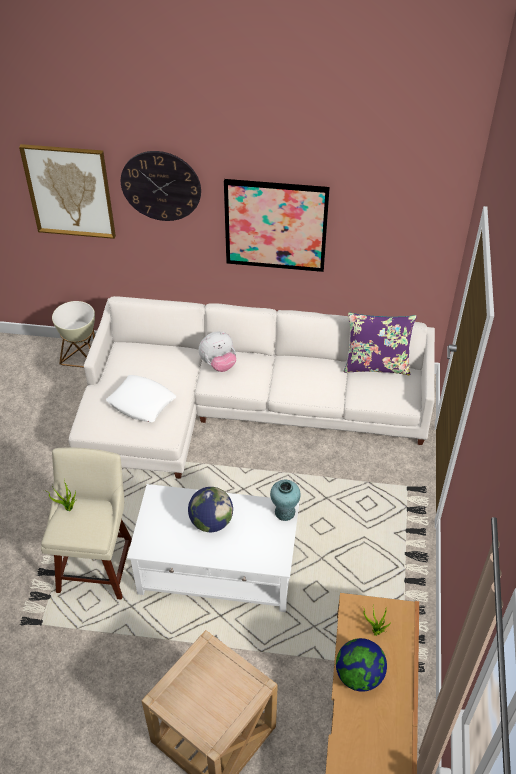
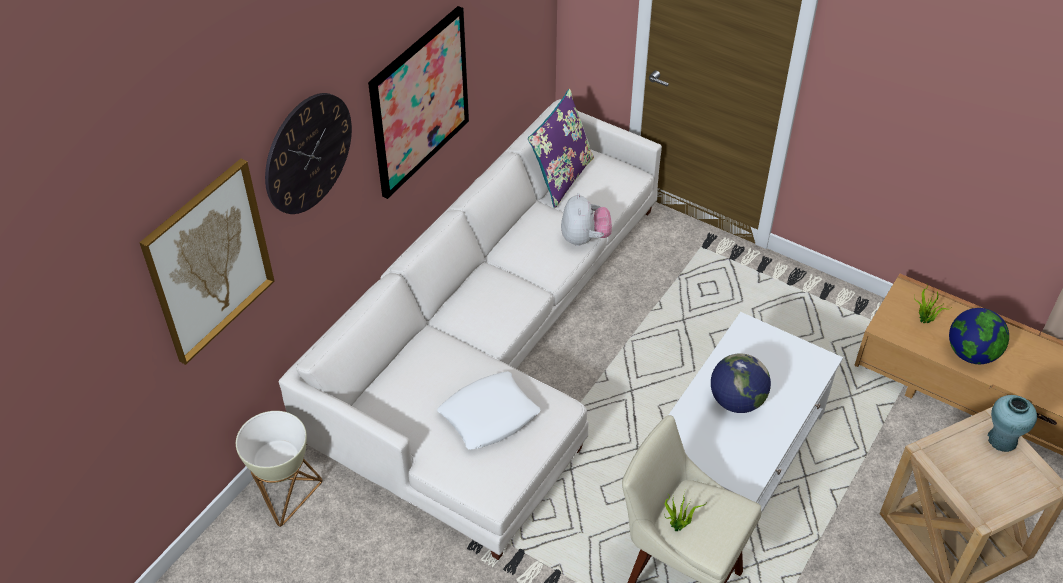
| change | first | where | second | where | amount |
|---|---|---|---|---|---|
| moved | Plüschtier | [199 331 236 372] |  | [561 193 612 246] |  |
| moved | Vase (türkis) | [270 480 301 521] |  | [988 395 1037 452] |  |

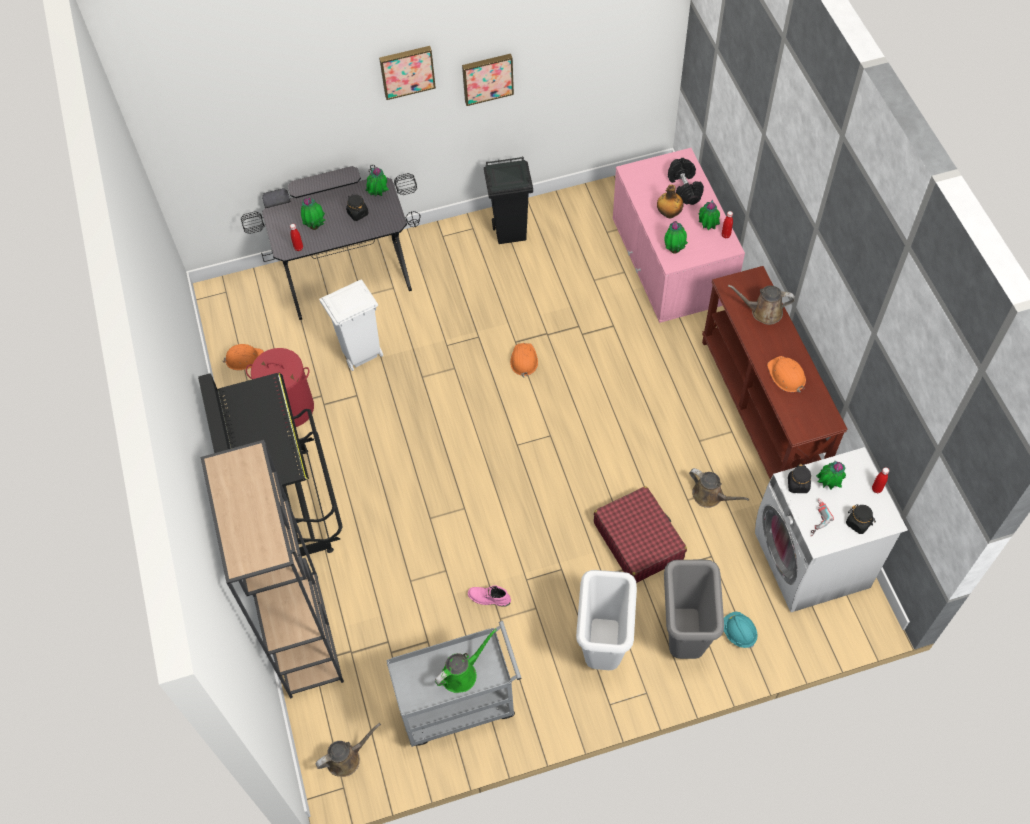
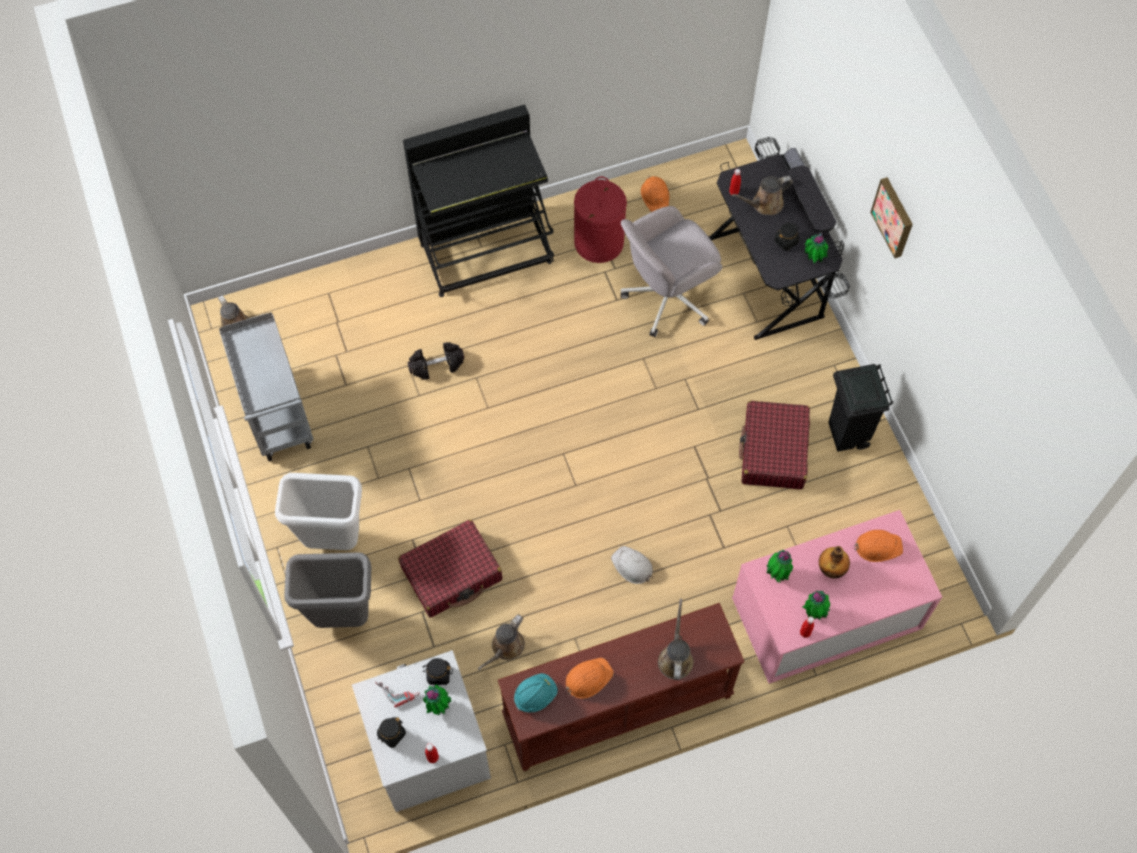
| change | first | where | second | where | amount |
|---|---|---|---|---|---|
| removed | Bücherregal | [201 440 344 698] |  |  |  |
| removed | Gießkanne (grün) | [435 629 497 693] |  |  |  |
| removed | Bild | [462 54 514 106] |  |  |  |
| removed | Stiefel (rosa) | [468 585 511 607] |  |  |  |
| added |  |  | Schutzhelm (weiß) | [611 546 653 584] |  |
| added |  |  | Koffer (rot) | [739 401 810 489] |  |
| moved | Schutzhelm (orange) | [510 343 538 378] |  | [854 530 903 562] |  |
| moved | Hantel (schwarz) | [668 158 704 205] |  | [407 342 465 380] |  |
| moved | Schutzhelm (türkis) | [724 612 758 648] |  | [514 673 558 713] |  |
| replaced | Topfpflanze | [301 197 325 230] | Gießkanne (braun) | [732 176 793 215] |  |
| replaced | Mülleimer (weiß) | [319 280 383 371] | Bürostuhl (grau) | [621 206 722 337] |  |

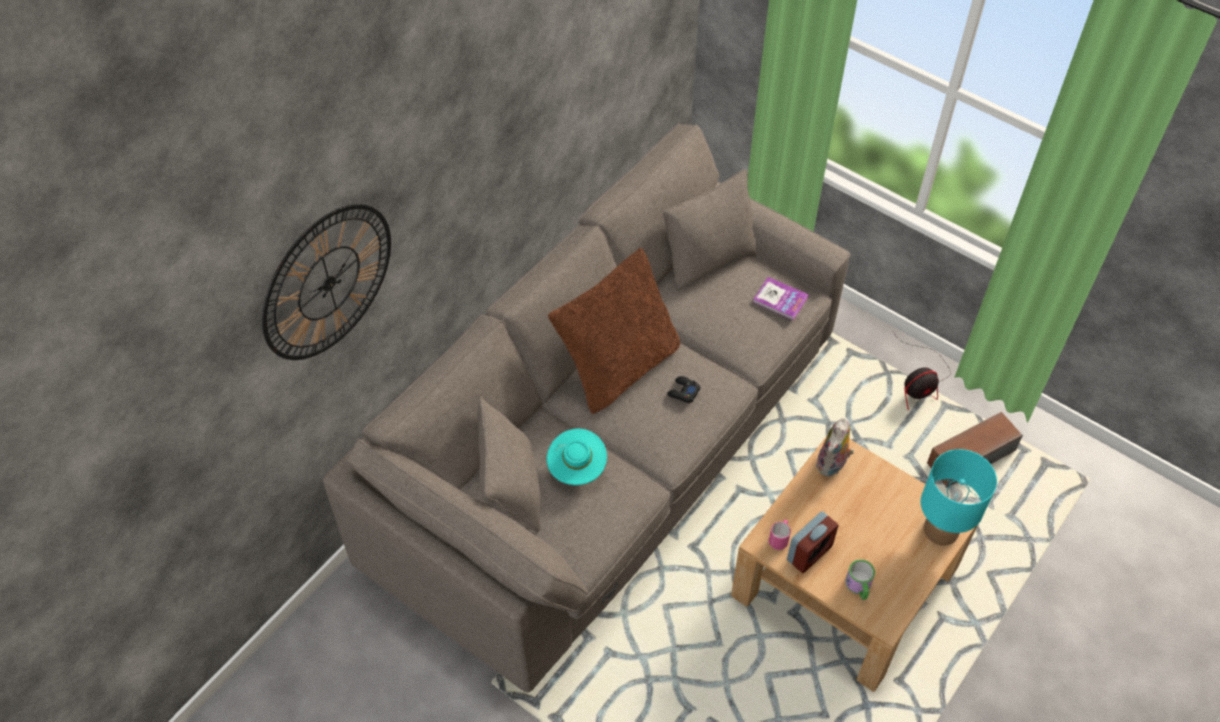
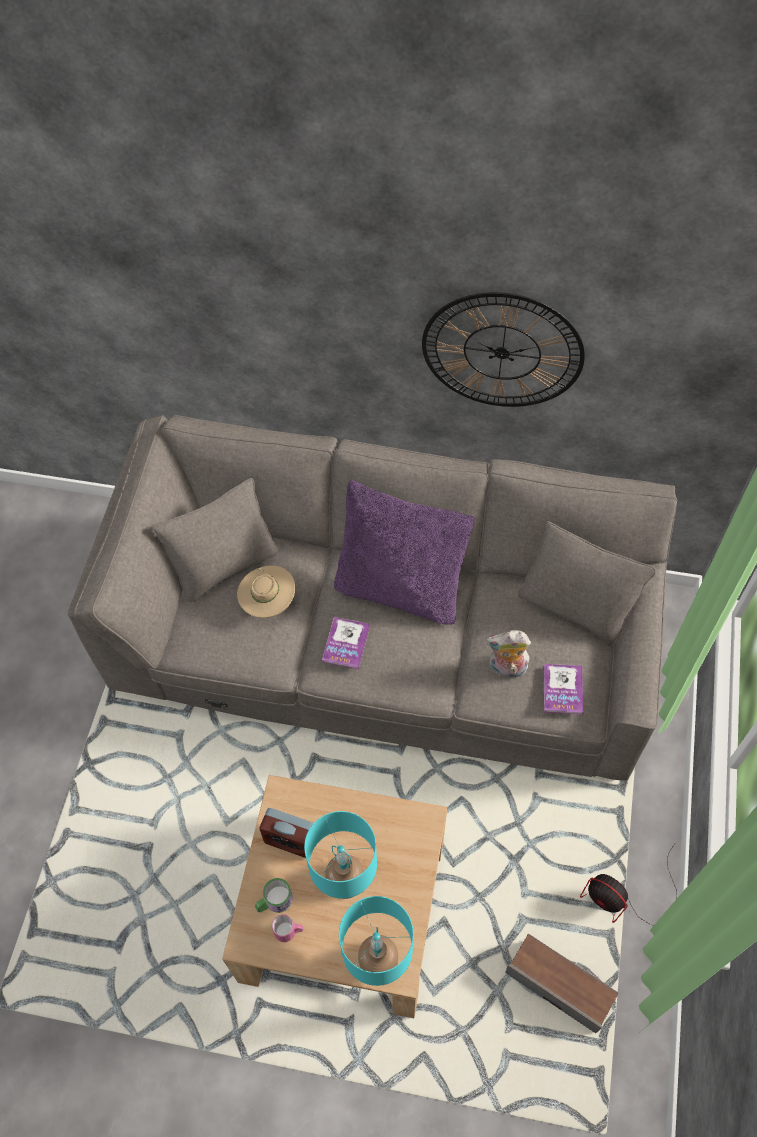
| change | first | where | second | where | amount |
|---|---|---|---|---|---|
| removed | Gamepad (schwarz) | [667 376 700 403] |  |  |  |
| added |  |  | Tischlampe (türkis) | [304 811 377 899] |  |
| added |  |  | Buch | [322 617 370 670] |  |
| moved | Wanduhr | [262 204 391 360] |  | [422 292 585 407] |  |
| moved | Henkelbecher (rosa) | [769 520 791 550] |  | [272 914 303 942] |  |
| moved | Plüschtier | [816 418 854 477] |  | [486 630 531 678] |  |
| recoloured | Hut (türkis) | [547 429 607 485] | Hut (beige) | [237 565 295 618] |  |
| recoloured | Kissen (braun) | [548 248 680 414] | Kissen (lila) | [334 480 475 624] |  |

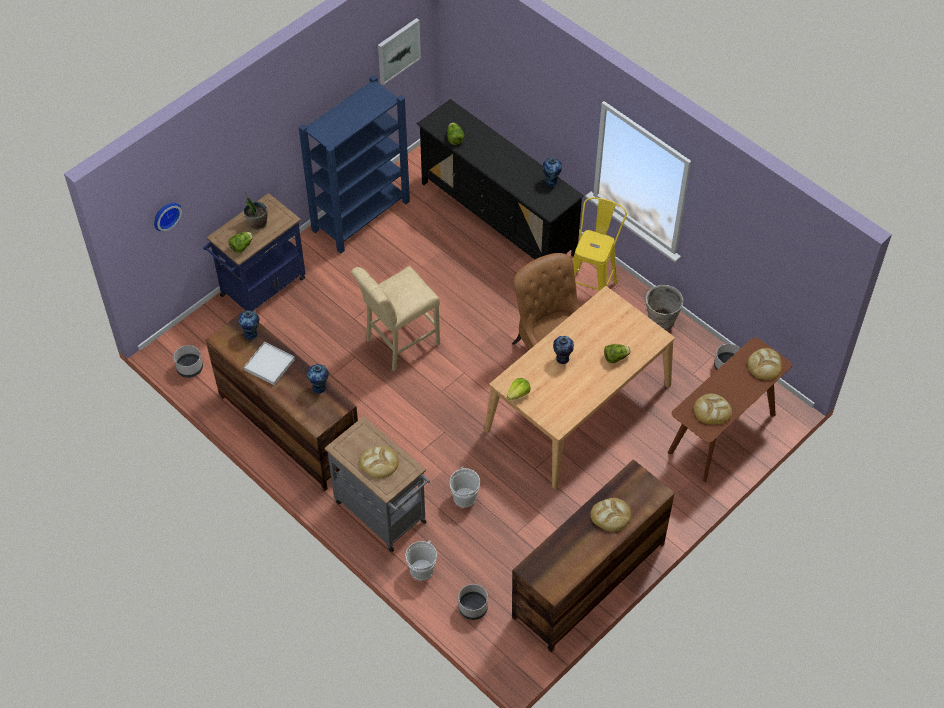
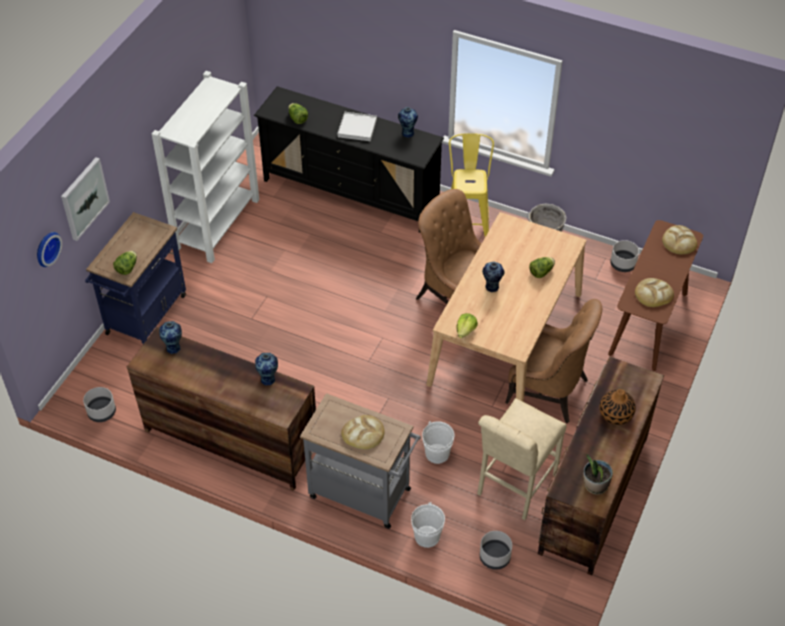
| change | first | where | second | where | amount |
|---|---|---|---|---|---|
| added |  |  | Stuhl (braun) | [505 299 602 423] |  |
| moved | Topfpflanze | [244 191 267 230] |  | [583 454 613 495] |  |
| moved | Tablett (weiß) | [244 342 295 385] |  | [338 112 377 141] |  |
| moved | Hocker (beige) | [351 266 440 372] |  | [477 398 567 520] |  |
| moved | Bild | [378 18 421 85] |  | [61 157 110 241] |  |
| replaced | Brot | [590 498 631 532] | Vase | [599 389 636 425] |  |
| recoloured | Bücherregal (blau) | [299 75 410 254] | Bücherregal (weiß) | [152 71 259 263] |  |

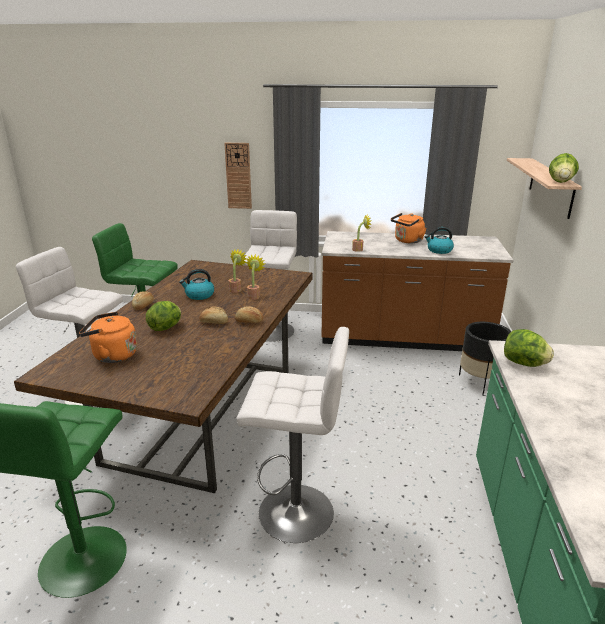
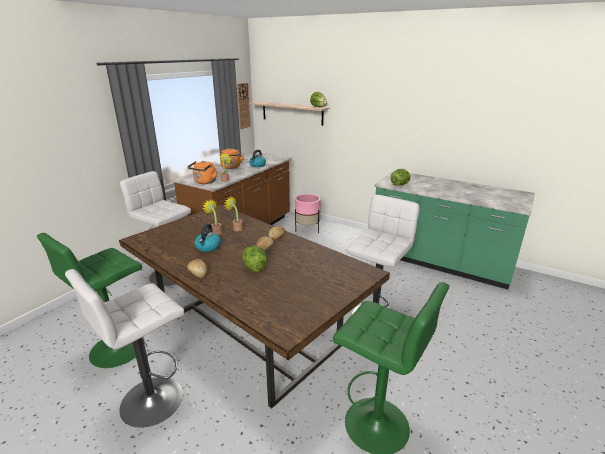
| change | first | where | second | where | amount |
|---|---|---|---|---|---|
| moved | Wasserkessel (orange) | [79 312 137 363] |  | [188 161 217 184] |  |
| moved | Wanduhr | [224 143 252 209] |  | [237 83 251 129] |  |
| recoloured | Pflanzkübel (schwarz) | [459 322 511 396] | Pflanzkübel (rosa) | [295 194 321 233] |  |

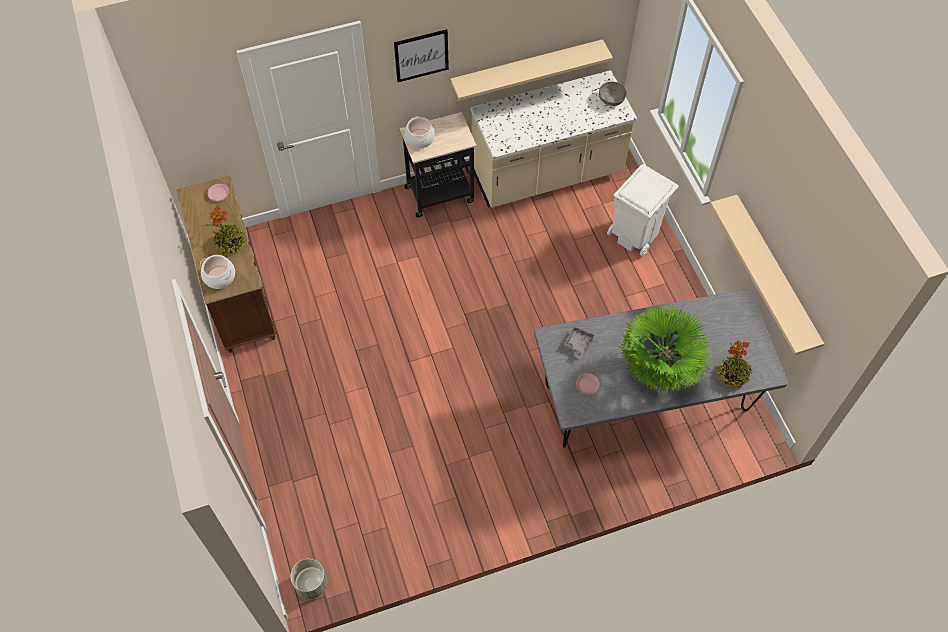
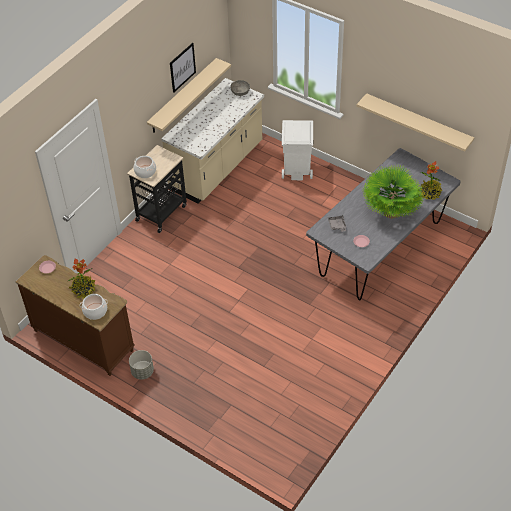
| change | first | where | second | where | amount |
|---|---|---|---|---|---|
| moved | Pflanzkübel (grau) | [290 559 327 599] |  | [129 350 154 380] |  |
| moved | Bild | [394 29 449 82] |  | [170 43 196 93] |  |

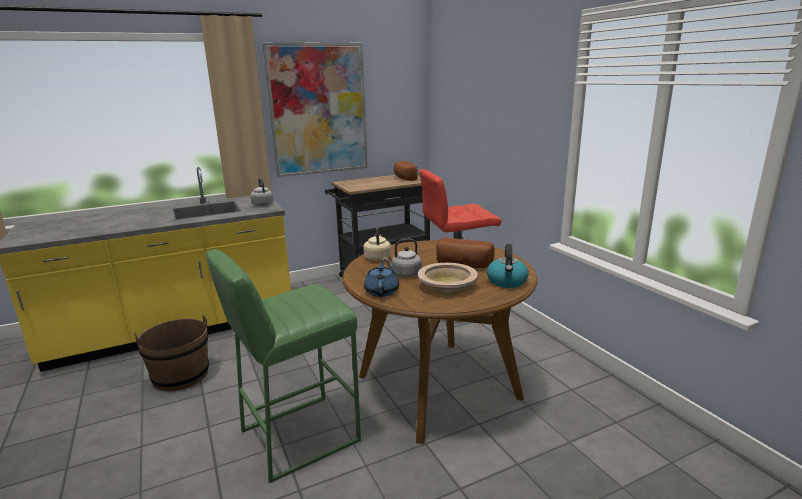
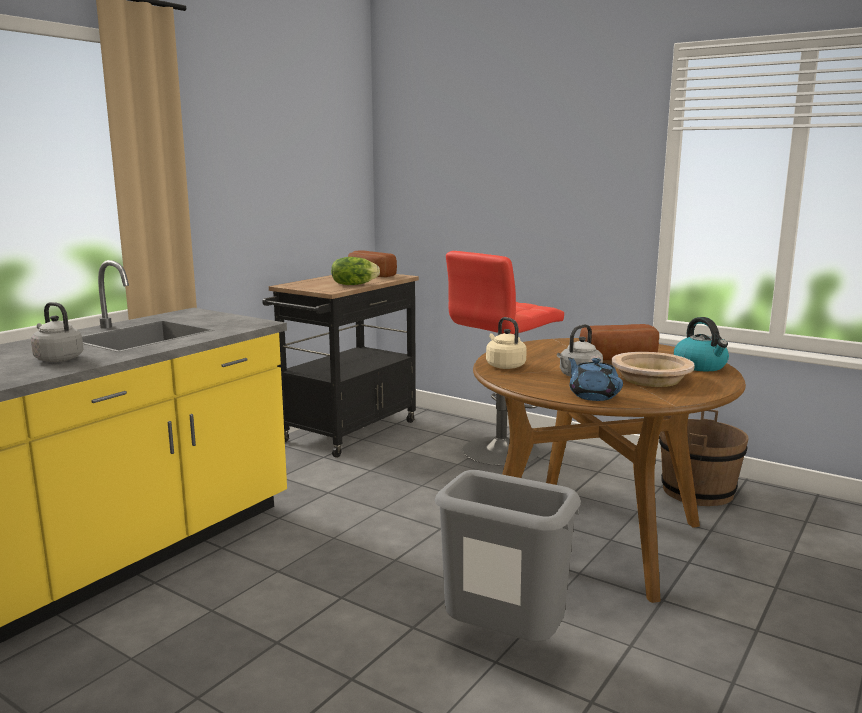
| change | first | where | second | where | amount |
|---|---|---|---|---|---|
| removed | Bild | [263 42 368 177] |  |  |  |
| added |  |  | Salatkopf | [331 257 380 285] |  |
| moved | Eimer (braun) | [134 315 209 391] |  | [659 410 748 506] |  |
| moved | Wasserkessel (grau) | [250 178 273 206] |  | [31 302 84 362] |  |
| replaced | Hocker (grün) | [206 249 361 483] | Mülleimer (grau) | [435 470 581 642] |  |

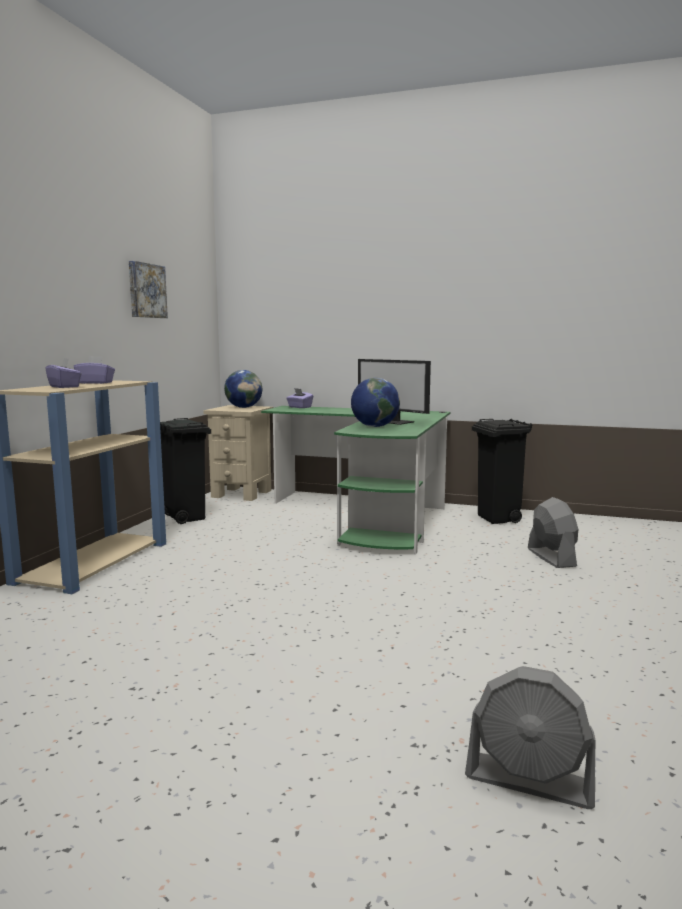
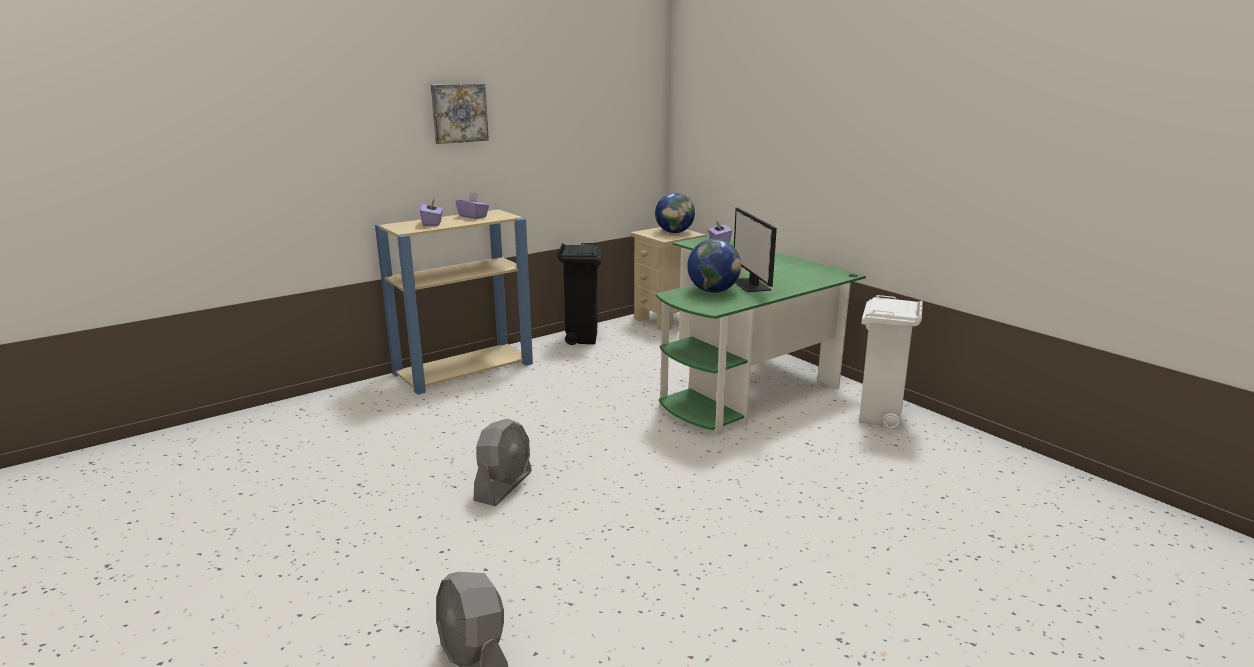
| change | first | where | second | where | amount |
|---|---|---|---|---|---|
| moved | Bild | [129 261 168 318] |  | [431 84 489 144] |  |
| moved | Ventilator (grau) | [528 497 578 568] |  | [474 419 532 506] |  |
| recoloured | Mülleimer (schwarz) | [472 419 533 524] | Mülleimer (weiß) | [859 295 923 429] |  |

